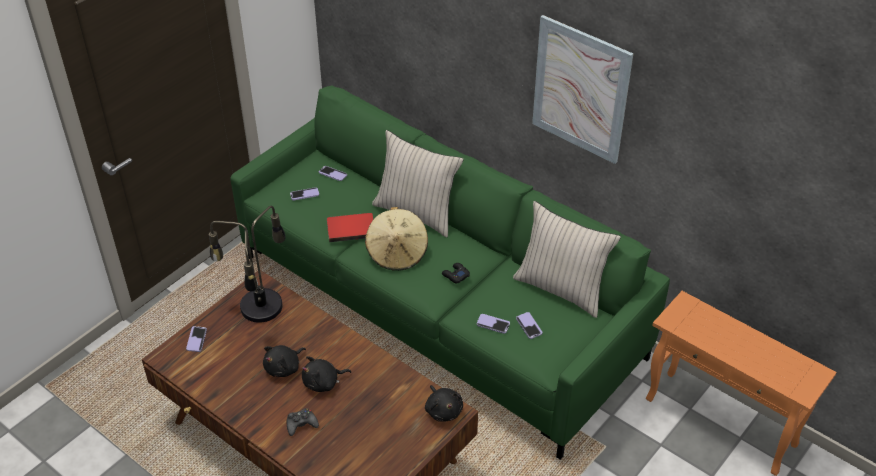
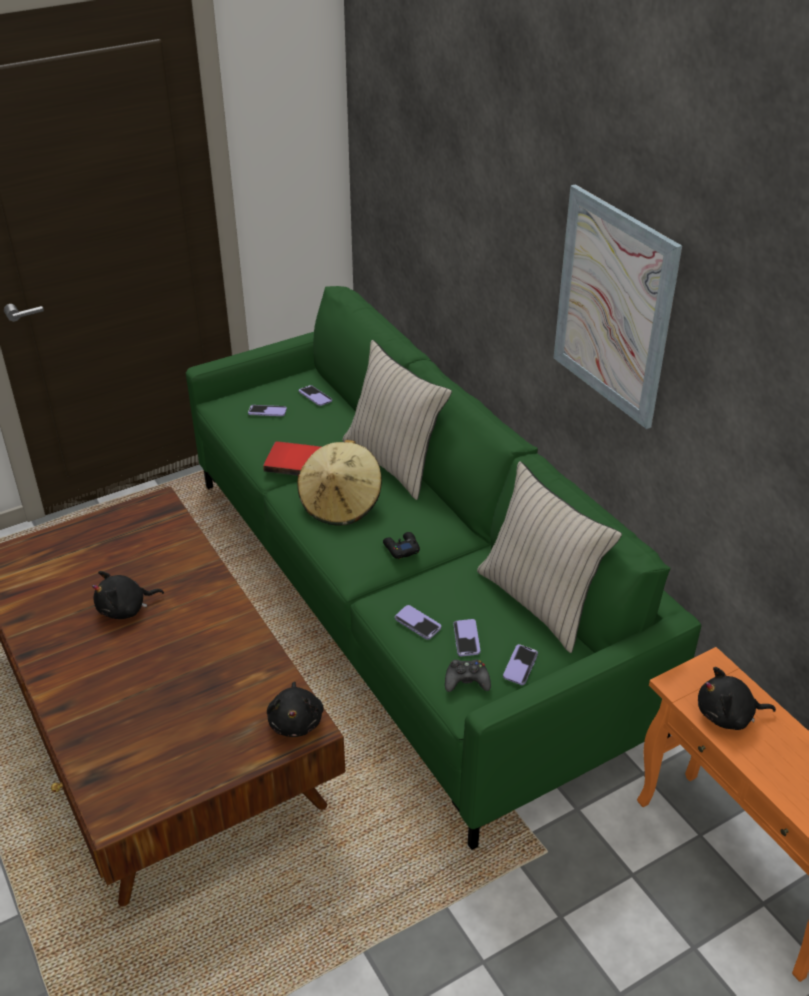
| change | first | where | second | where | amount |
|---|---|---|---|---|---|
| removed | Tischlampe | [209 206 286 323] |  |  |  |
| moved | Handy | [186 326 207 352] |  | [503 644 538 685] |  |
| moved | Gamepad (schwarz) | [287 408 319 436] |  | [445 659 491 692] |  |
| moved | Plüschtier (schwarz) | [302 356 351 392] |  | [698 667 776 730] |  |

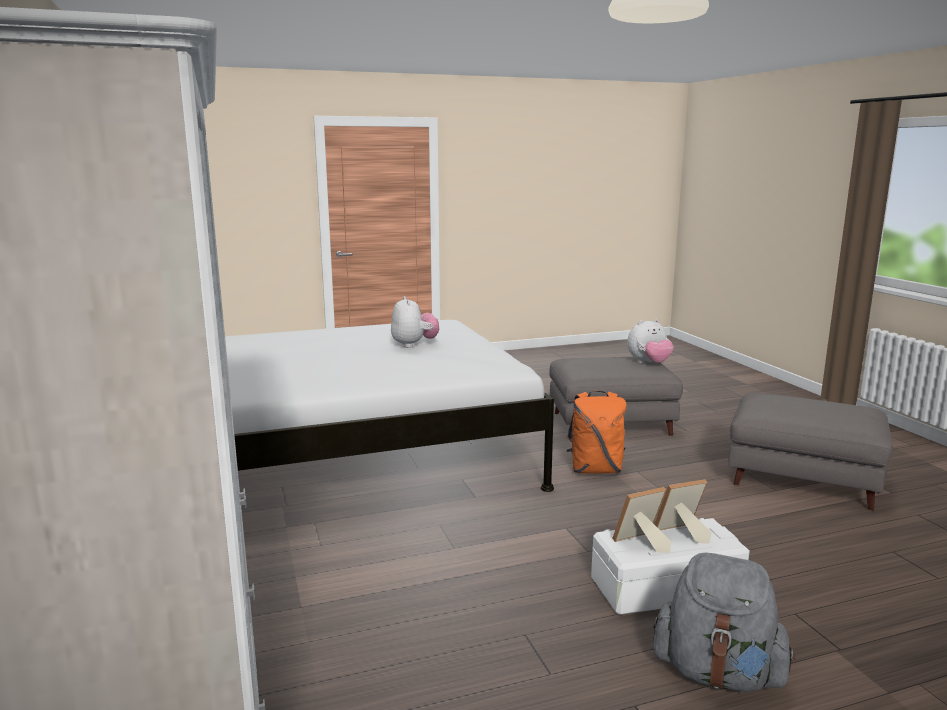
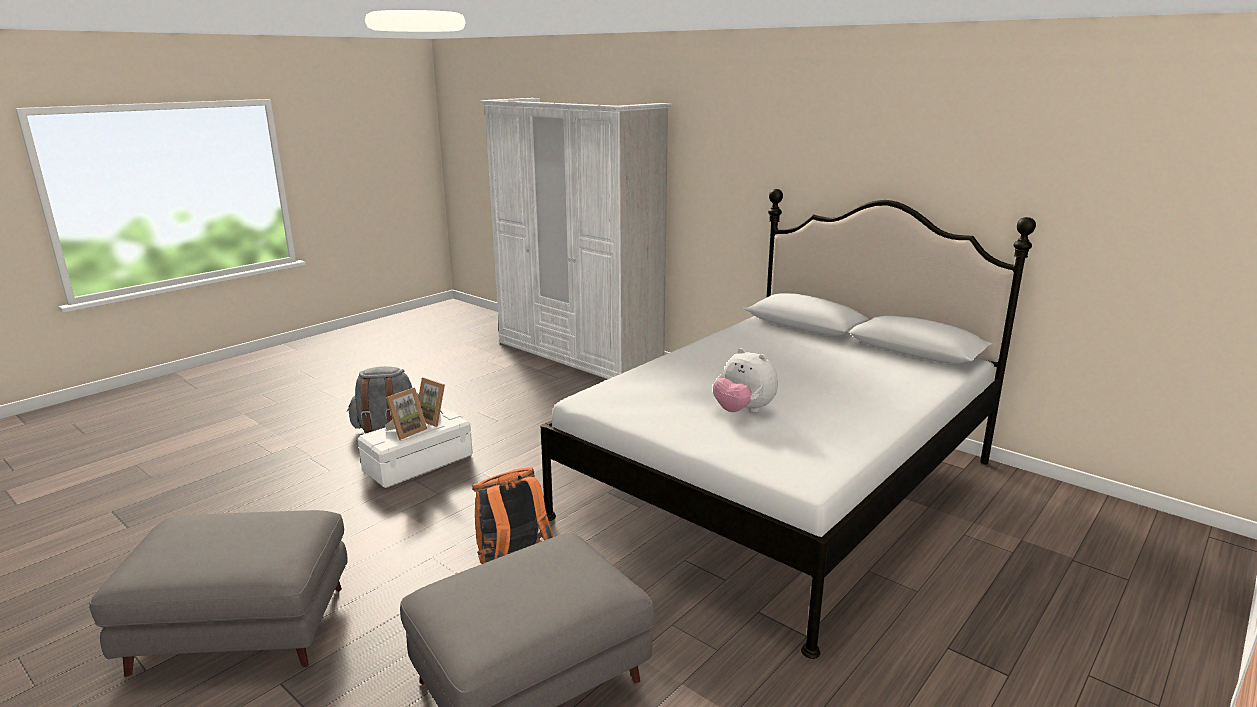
| change | first | where | second | where | amount |
|---|---|---|---|---|---|
| removed | Plüschtier | [627 319 674 363] |  |  |  |
| turned | Bilderrahmen | [612 487 672 553] |  | [418 378 445 427] | 90 degrees clockwise |

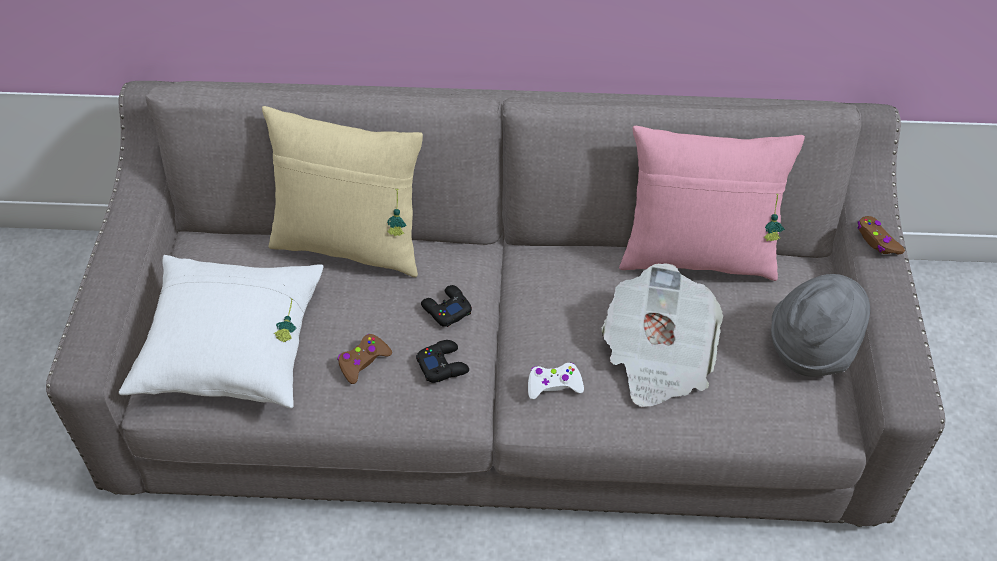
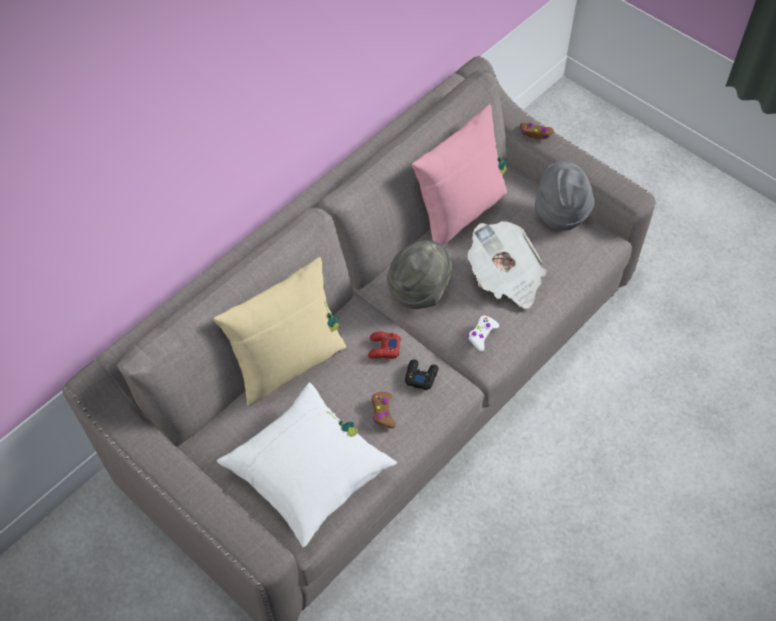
| change | first | where | second | where | amount |
|---|---|---|---|---|---|
| added |  |  | Hut (grau) | [387 240 452 309] |  |
| recoloured | Gamepad (schwarz) | [421 285 472 327] | Gamepad (rot) | [368 332 401 359] |  |

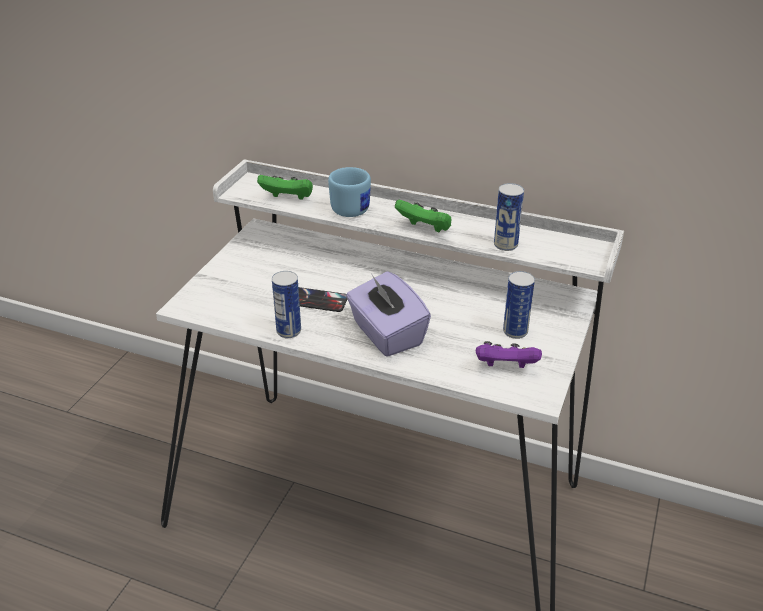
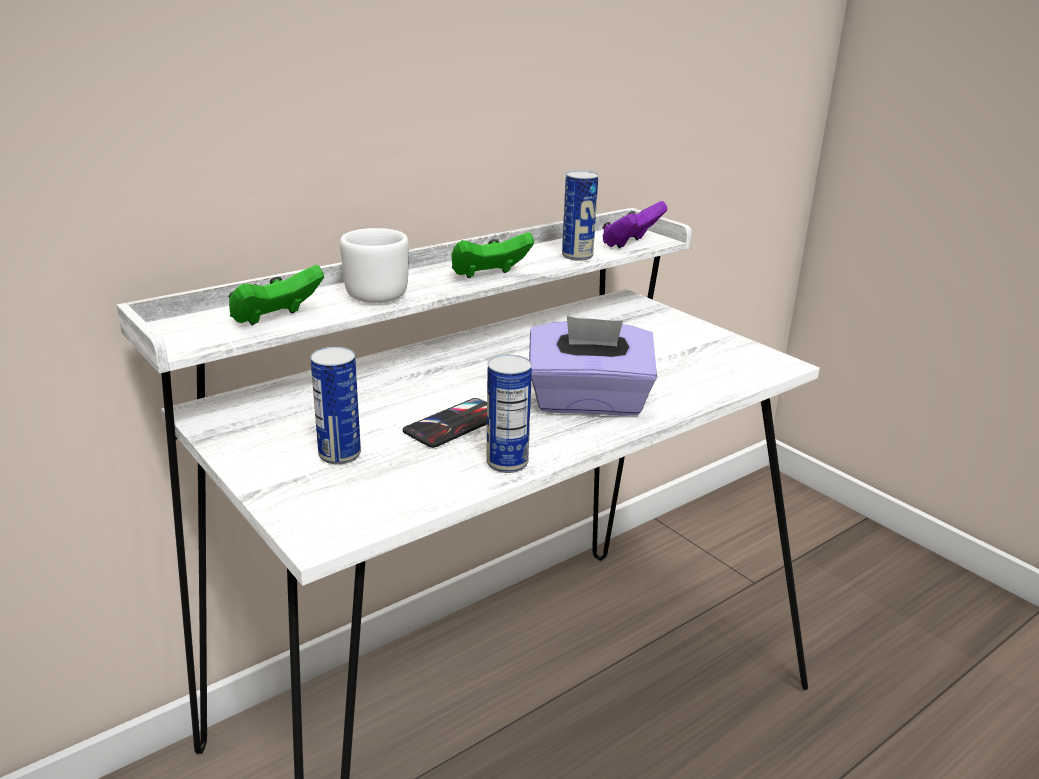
| change | first | where | second | where | amount |
|---|---|---|---|---|---|
| moved | Gamepad (lila) | [476 341 542 368] |  | [602 201 667 248] |  |
| moved | Dose | [503 271 535 339] |  | [310 347 361 464] |  |
| recoloured | Henkelbecher (blau) | [328 167 371 217] | Henkelbecher (weiß) | [340 228 409 303] |  |

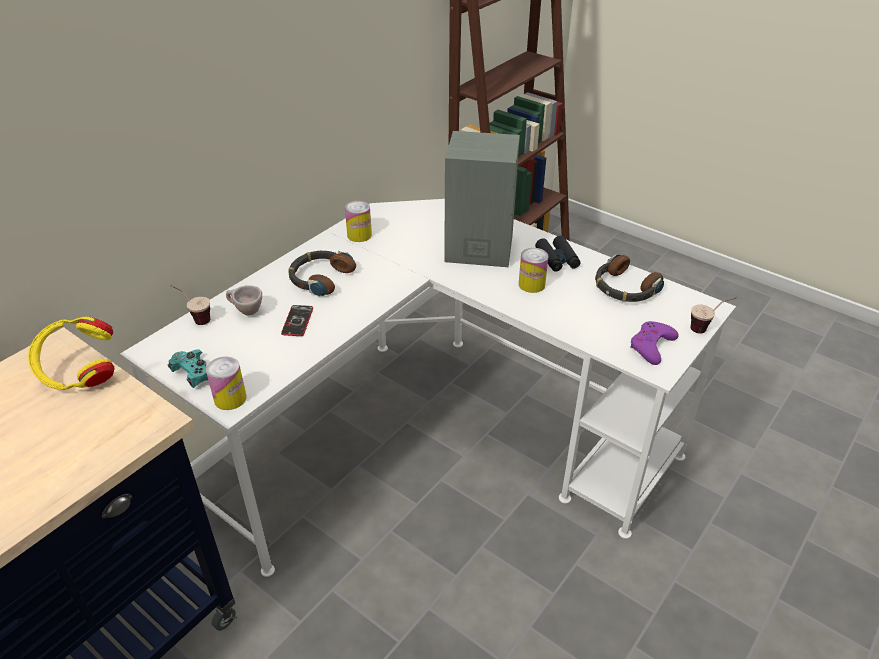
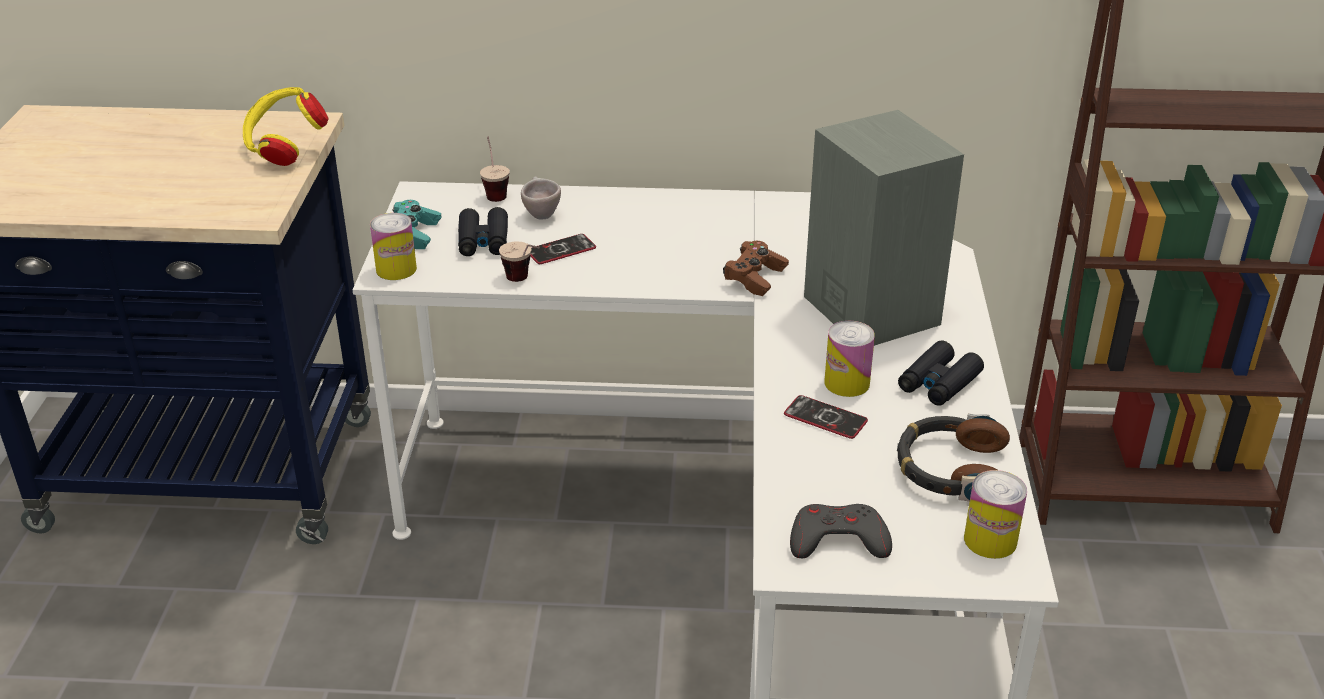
| change | first | where | second | where | amount |
|---|---|---|---|---|---|
| removed | Kopfhörer | [288 251 356 296] |  |  |  |
| added |  |  | Fernglas (schwarz) | [458 207 508 256] |  |
| added |  |  | Gamepad (braun) | [723 241 789 296] |  |
| added |  |  | Handy | [784 395 868 439] |  |
| moved | Dose | [345 201 372 242] |  | [964 470 1027 559] |  |
| moved | Tasse | [691 297 737 333] |  | [499 241 540 282] |  |
| recoloured | Gamepad (lila) | [631 321 679 365] | Gamepad (grau) | [790 504 892 558] |  |

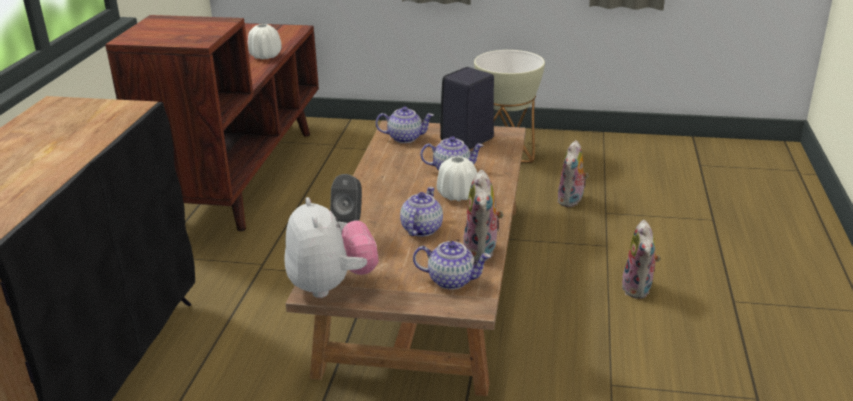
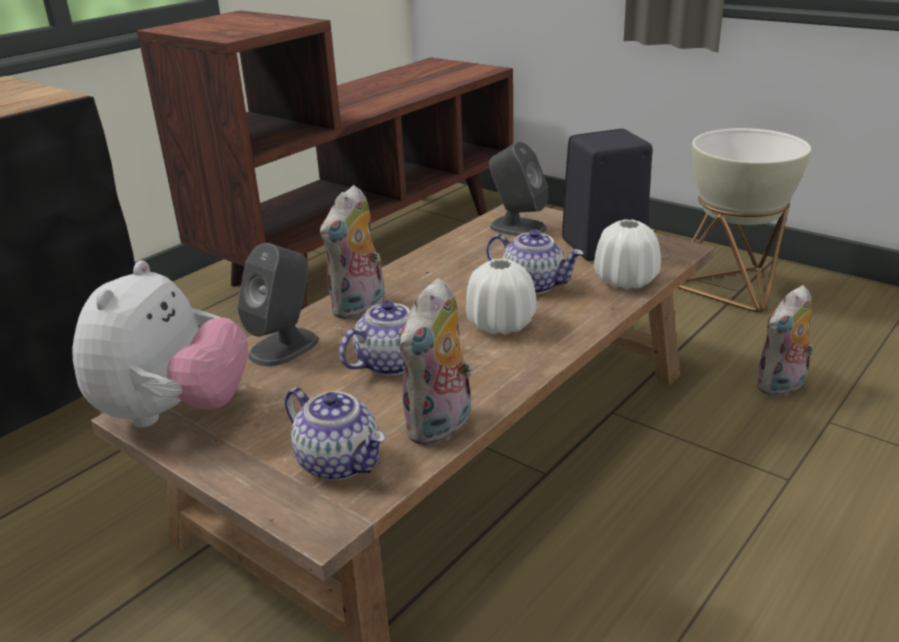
| change | first | where | second | where | amount |
|---|---|---|---|---|---|
| moved | Vase (weiß) | [248 24 282 59] |  | [594 219 661 289] |  |
| moved | Plüschtier | [621 220 661 299] |  | [320 185 385 319] |  |
| replaced | Teekanne | [376 106 434 143] | Lautsprecher (grau) | [488 142 548 236] |  |

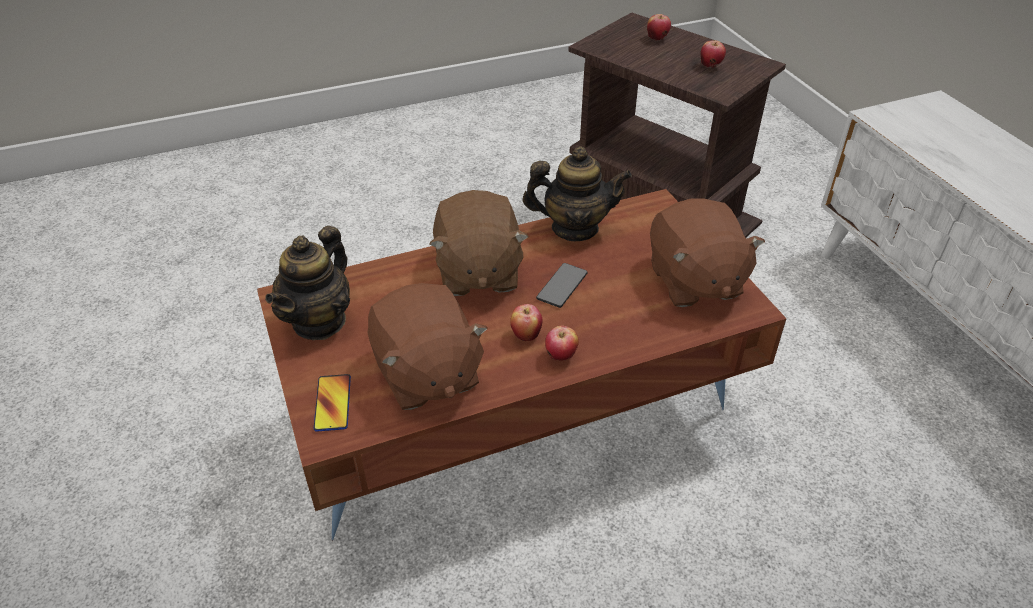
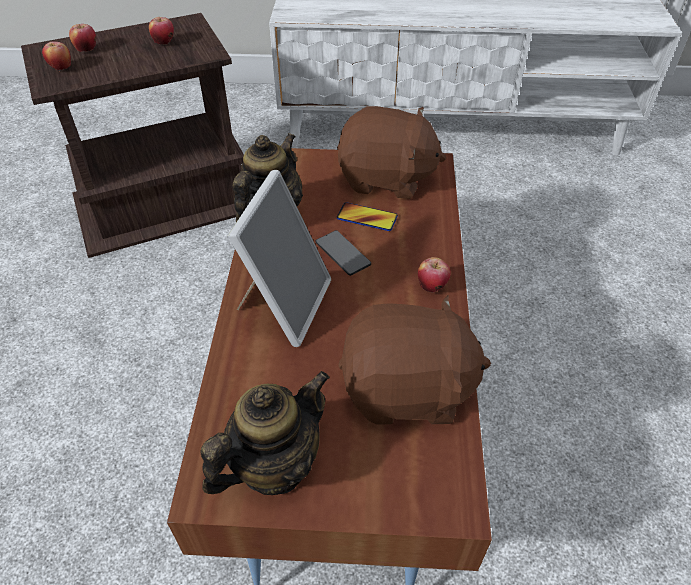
| change | first | where | second | where | amount |
|---|---|---|---|---|---|
| moved | Handy | [314 374 351 432] |  | [337 202 398 231] |  |
| moved | Apfel | [510 304 543 341] |  | [42 41 71 71] |  |
| replaced | Plüschtier (braun) | [430 190 529 296] | Bilderrahmen | [228 170 331 347] |  |
| turned | Teekanne | [265 226 350 340] |  | [200 371 330 495] | 90 degrees counterclockwise |

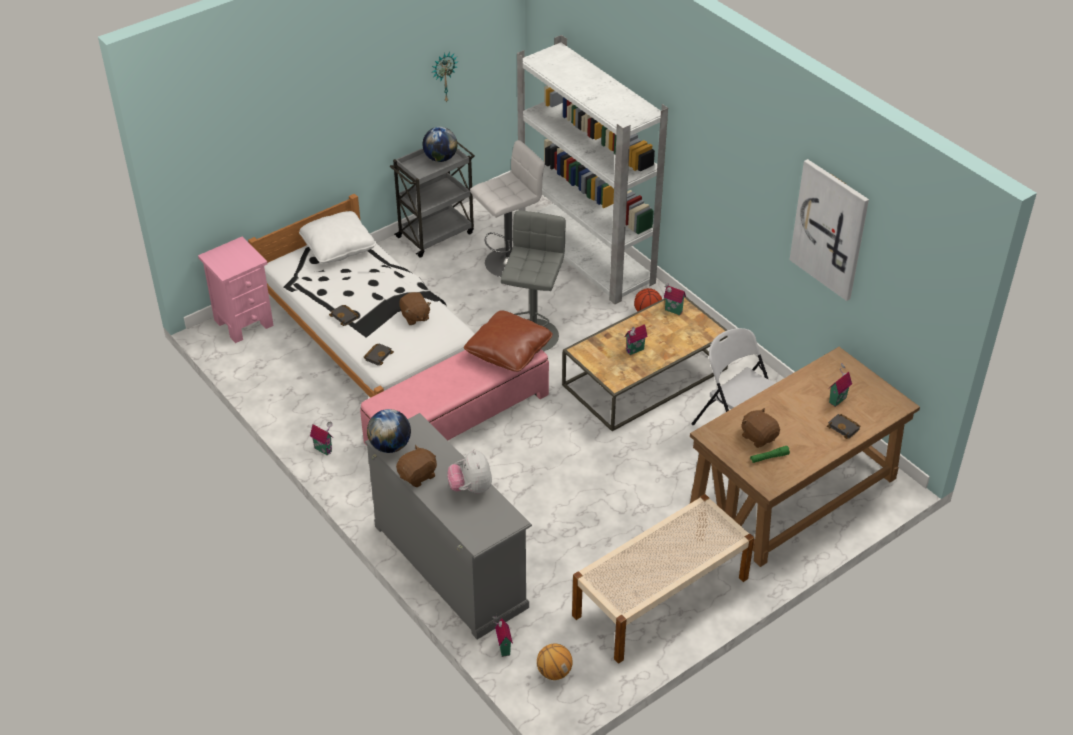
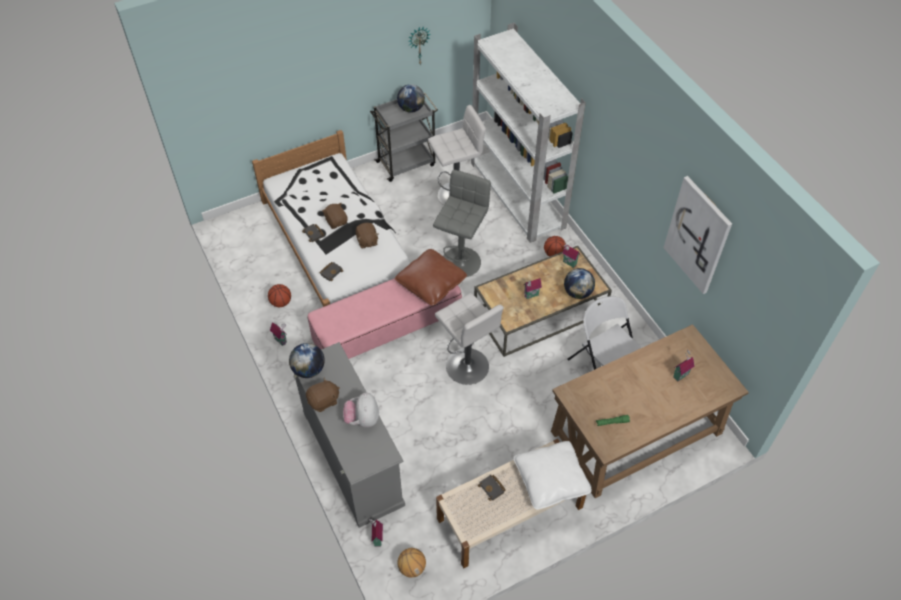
| change | first | where | second | where | amount |
|---|---|---|---|---|---|
| removed | Nachttisch (rosa) | [198 237 274 343] |  |  |  |
| added |  |  | Basketball | [268 284 291 307] |  |
| added |  |  | Hocker (weiß) | [435 293 504 385] |  |
| added |  |  | Globus | [564 268 595 299] |  |
| moved | Kissen (weiß) | [299 211 376 263] |  | [514 441 592 510] |  |
| moved | Plüschtier (braun) | [741 408 780 448] |  | [322 203 348 229] |  |
| moved | Buch (schwarz) | [827 414 860 439] |  | [478 475 506 501] |  |

